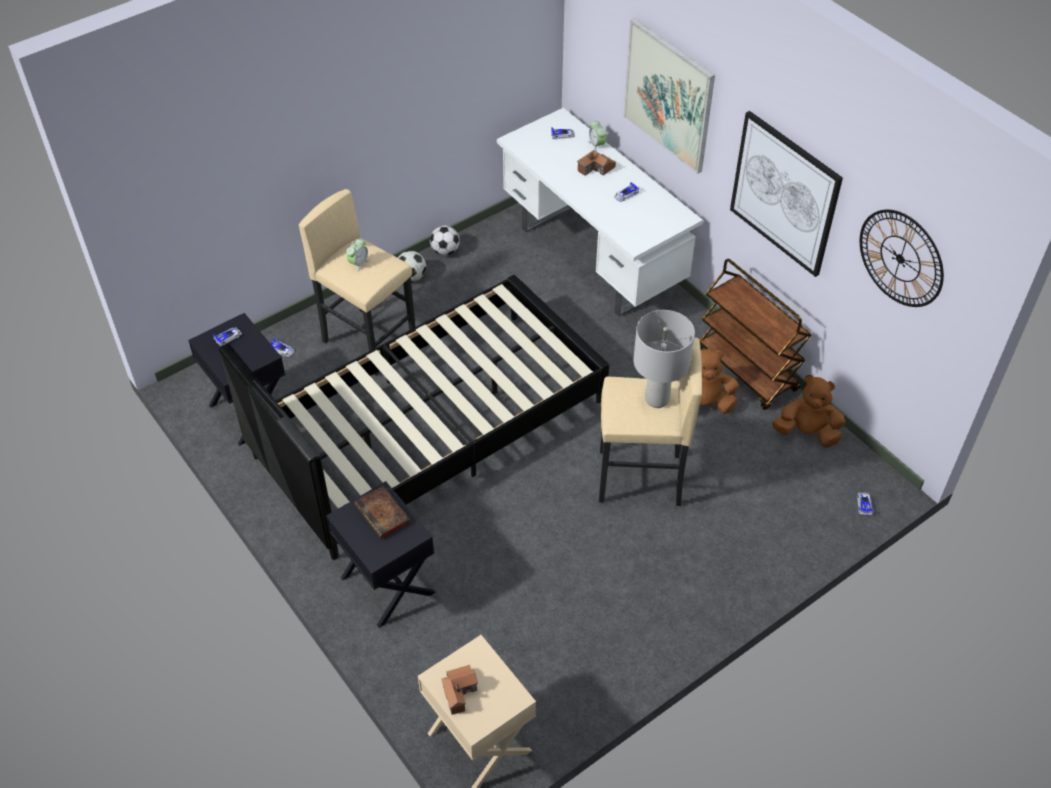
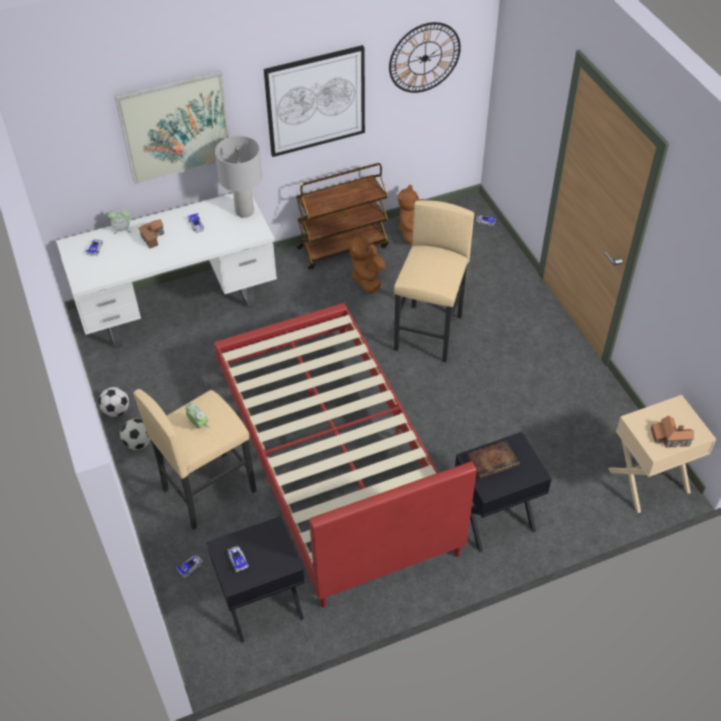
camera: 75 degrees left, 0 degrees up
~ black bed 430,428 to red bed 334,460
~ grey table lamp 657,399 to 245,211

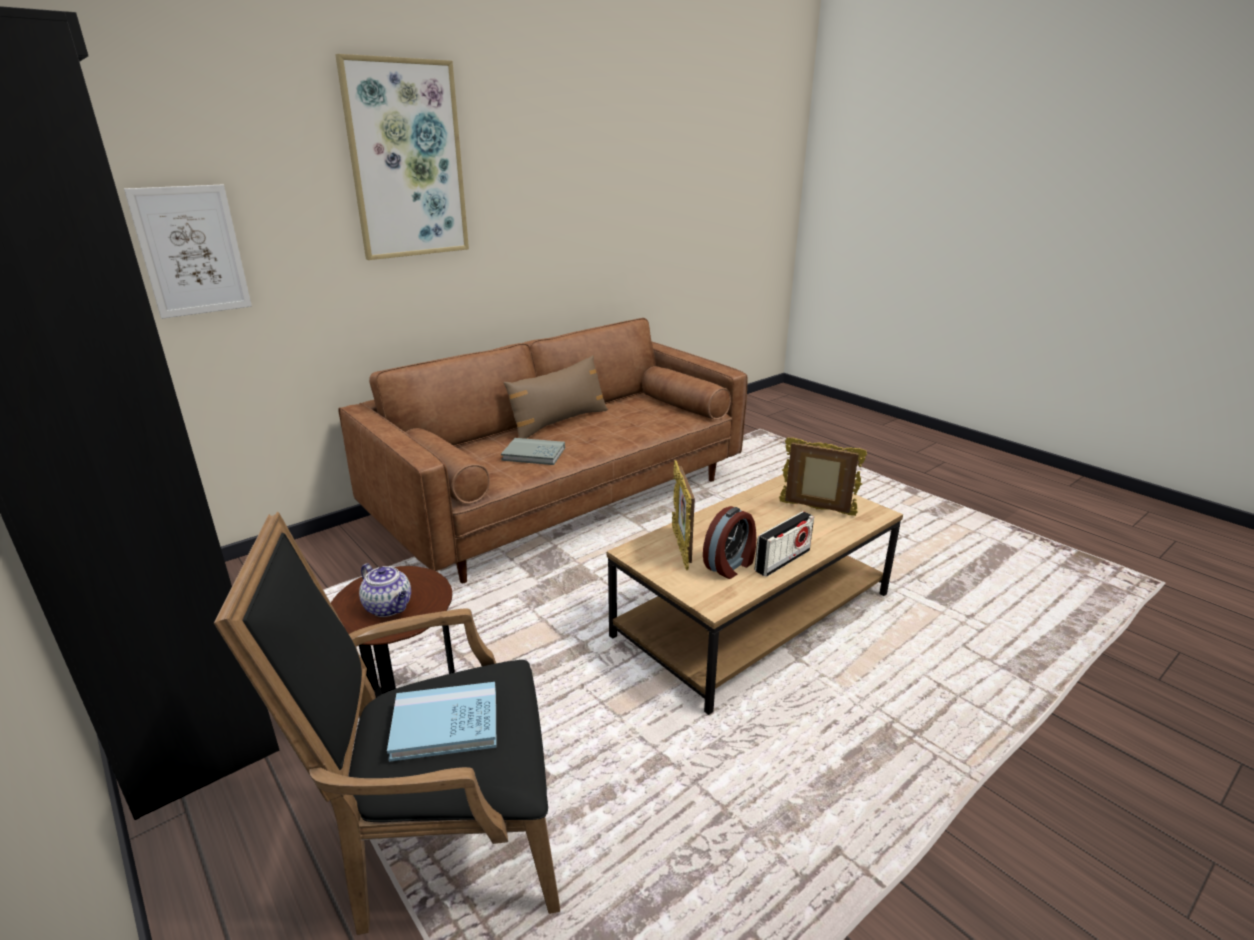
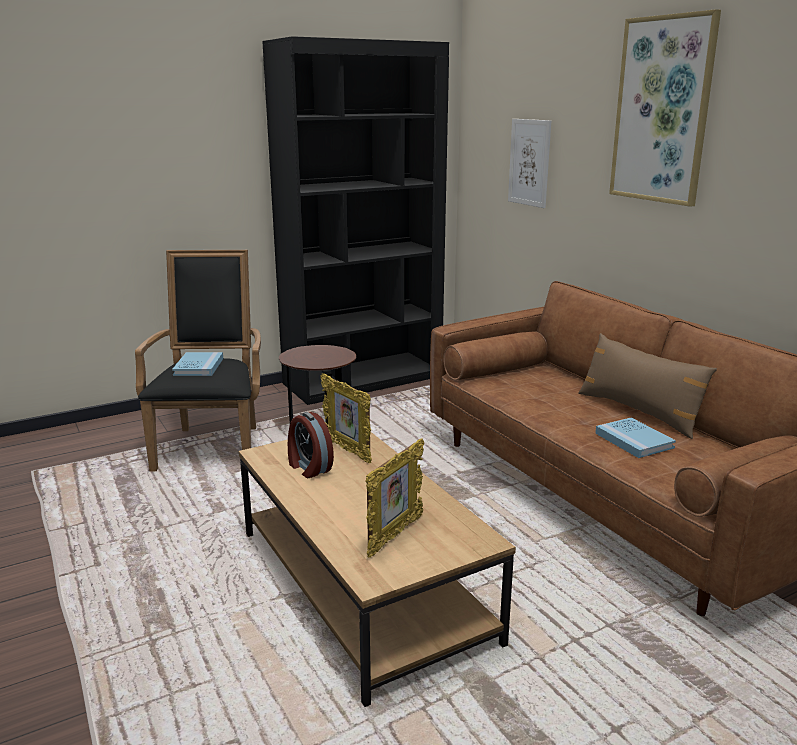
camera: 100 degrees right, 5 degrees down
~ picture frame 681,548 = 347,450 135 degrees counterclockwise
+ blue book 634,440
- teapot 389,607
- grey book 533,454
- radio 782,560

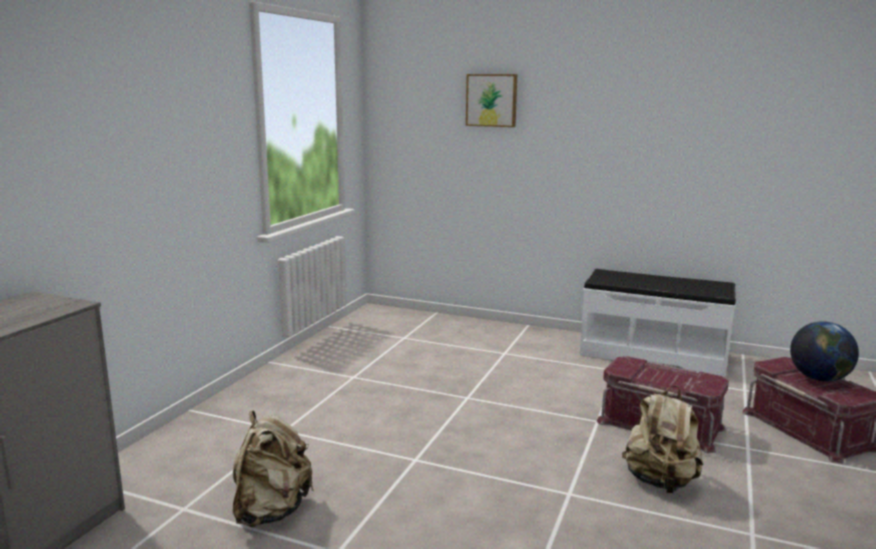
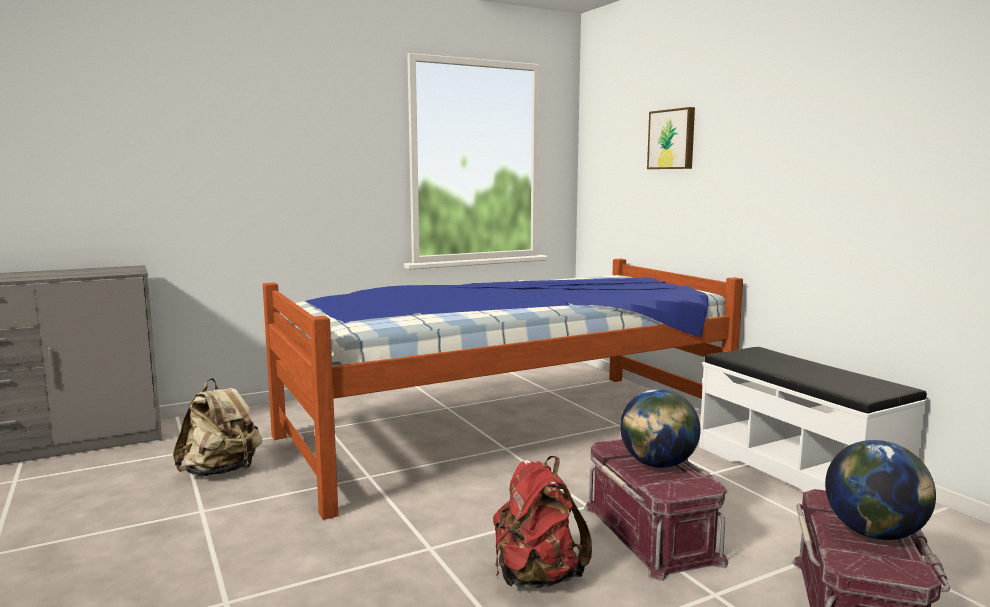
camera: 40 degrees right, 5 degrees down
+ bed 506,430
~ beige backpack 660,481 to red backpack 536,577
+ globe 658,464

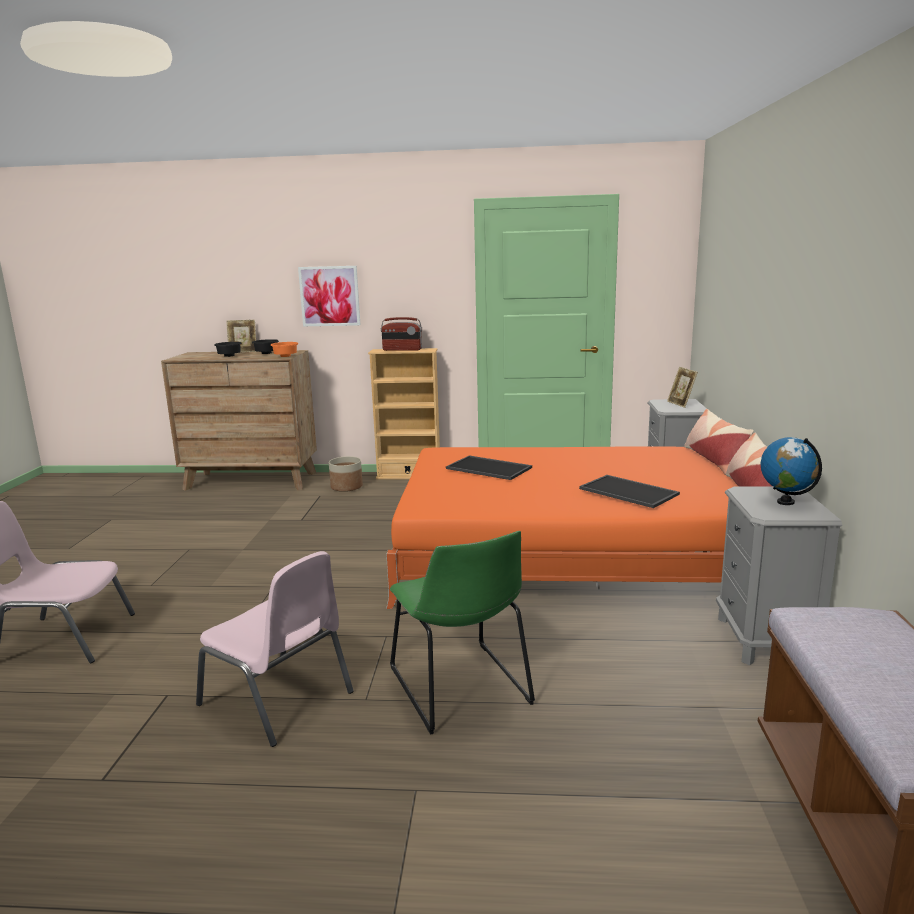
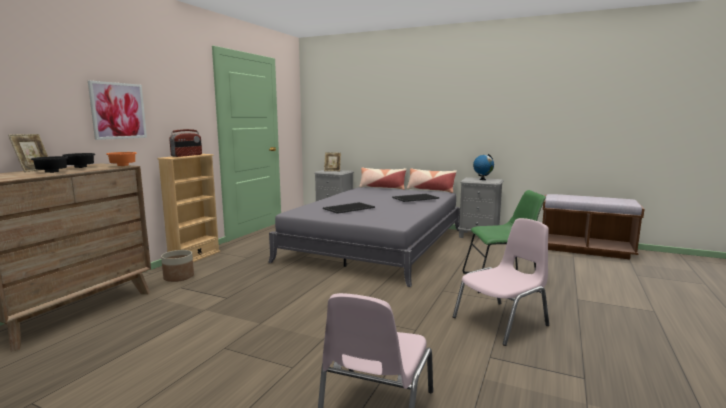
camera: 70 degrees left, 5 degrees down
~ orange bed 568,552 to grey bed 376,244

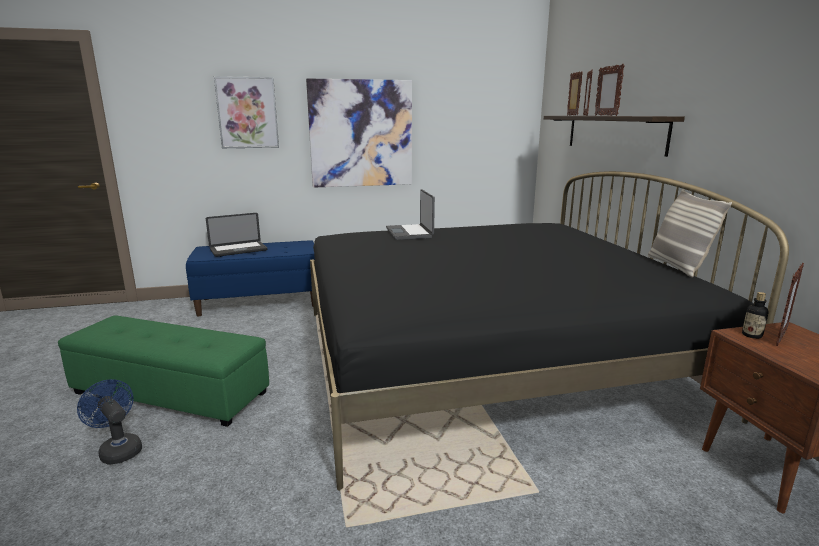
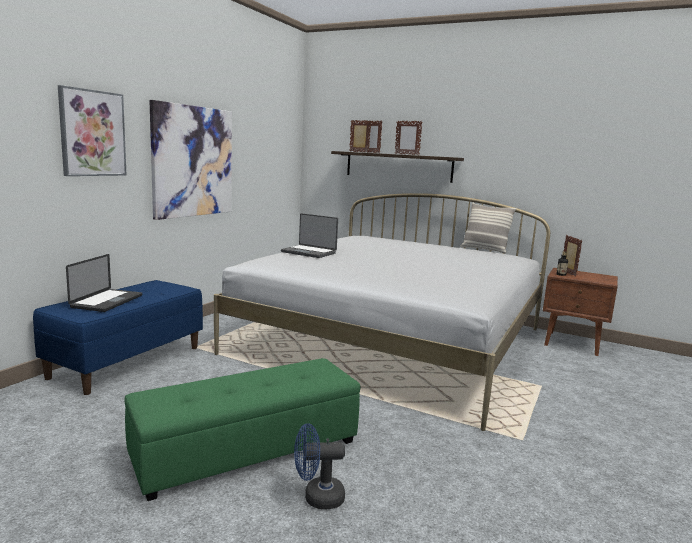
camera: 50 degrees left, 5 degrees down
~ black bed 486,357 to white bed 394,340

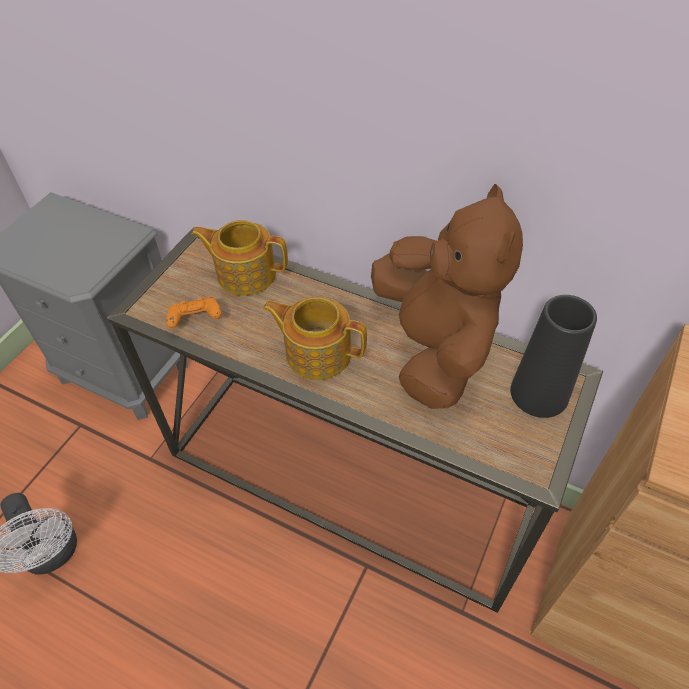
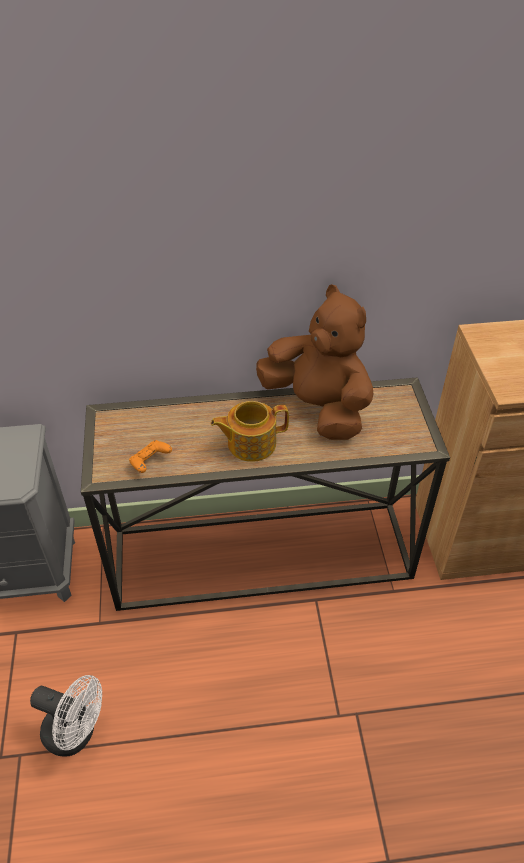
camera: 35 degrees left, 5 degrees down
- teapot 245,273
- black vase 539,393

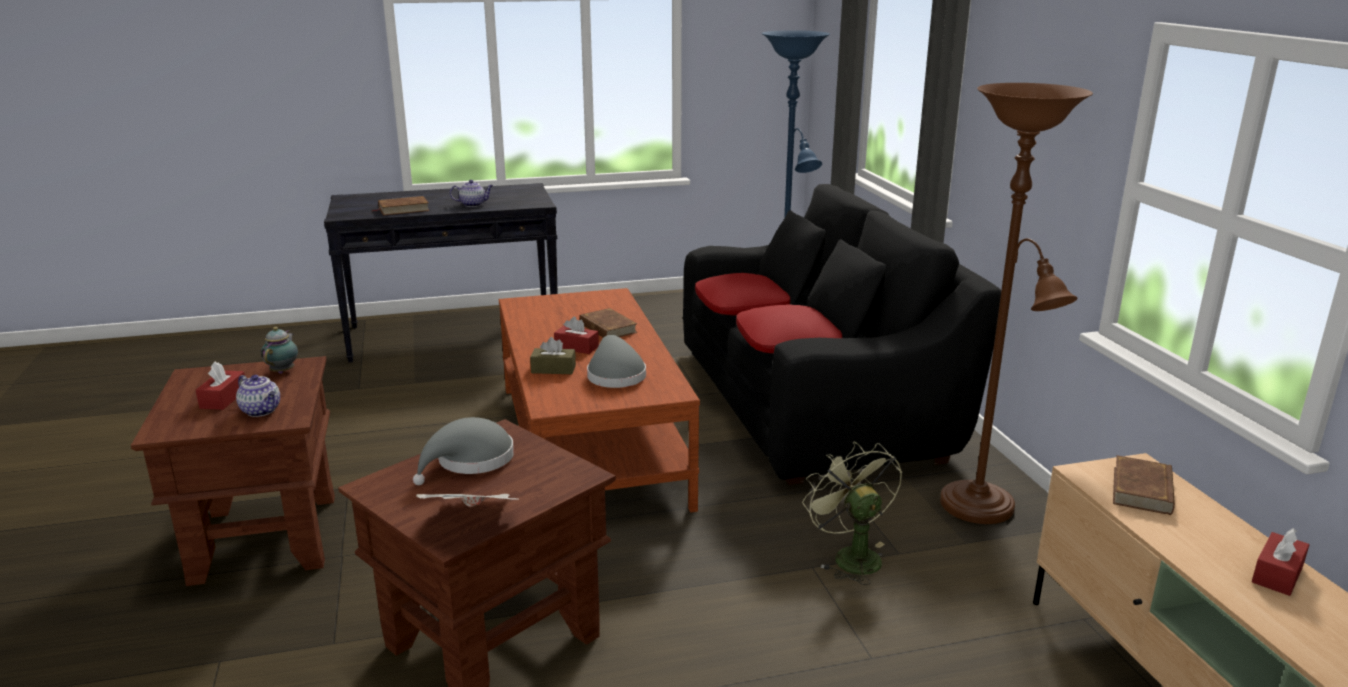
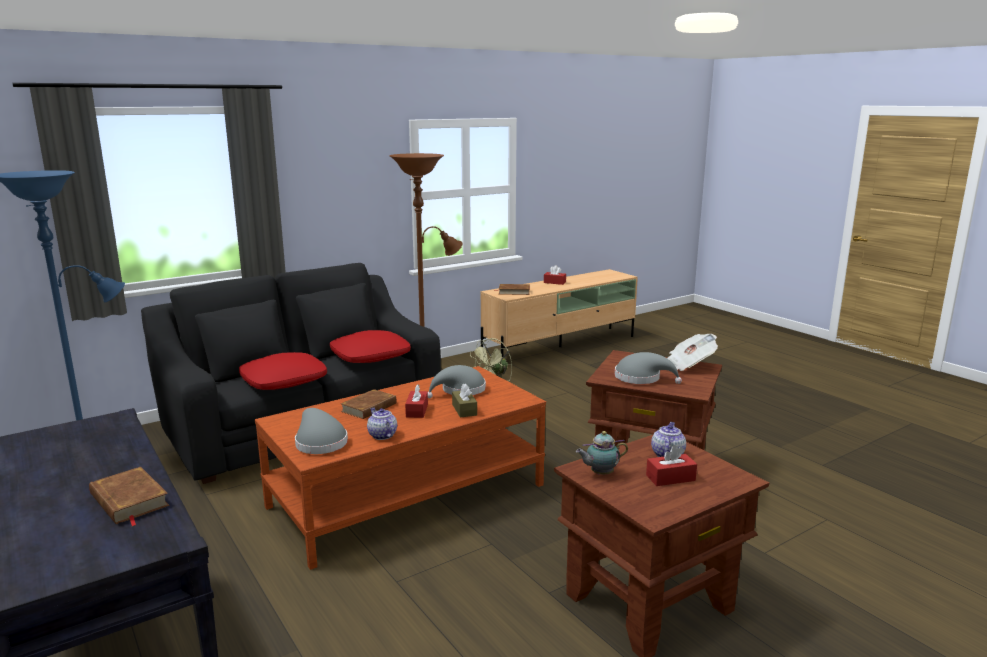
camera: 110 degrees left, 5 degrees down
+ grey hat 319,442
~ teapot 473,204 to 382,435

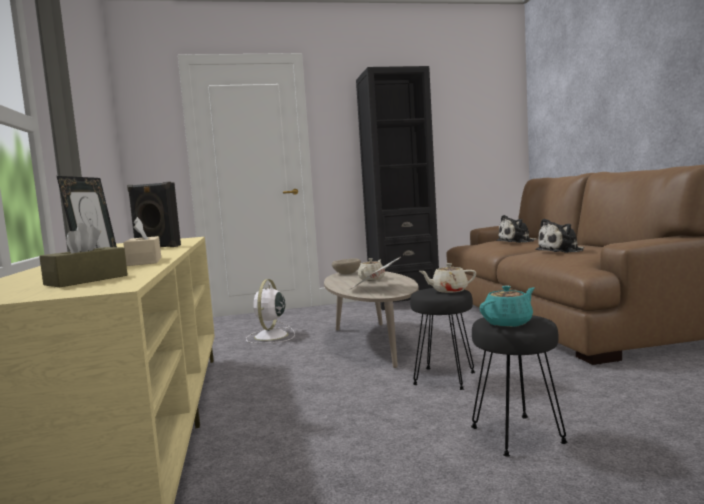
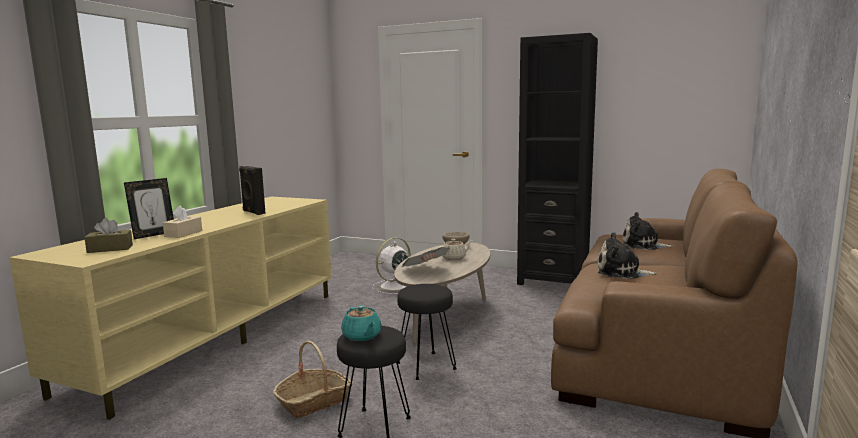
camera: 35 degrees right, 5 degrees up
+ basket 314,401
~ turquoise teapot 508,323 = 362,336 60 degrees clockwise
- beige teapot 449,290

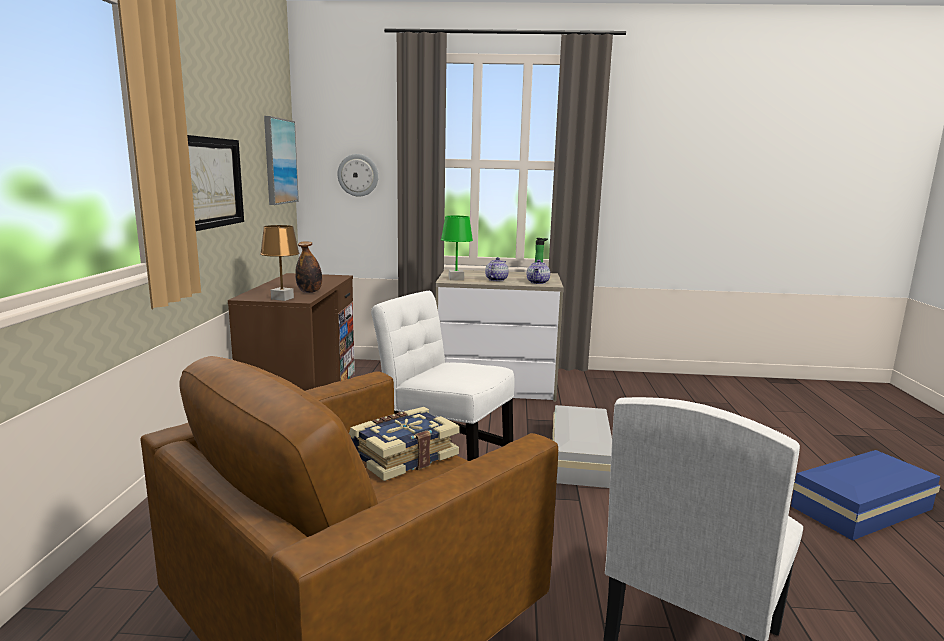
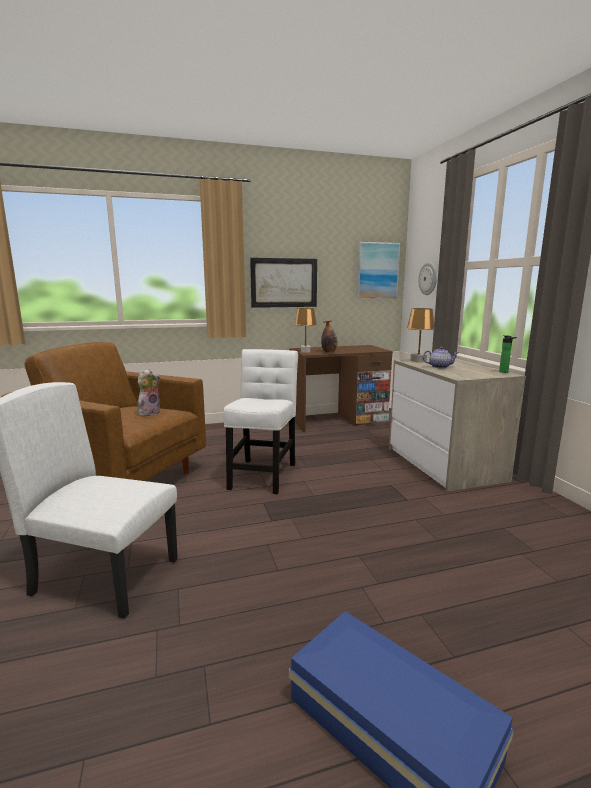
camera: 70 degrees right, 0 degrees up
~ book 403,456 to plush toy 149,413
~ green table lamp 456,279 to brown table lamp 418,361
- teapot 538,282
- white storage box 581,456

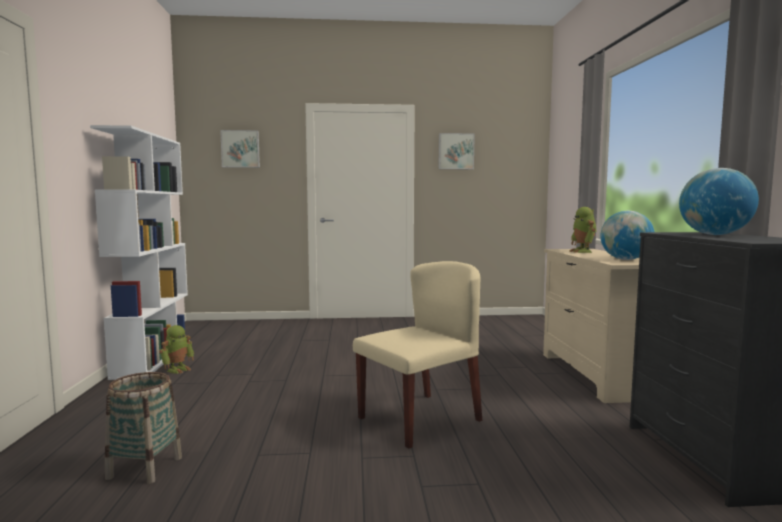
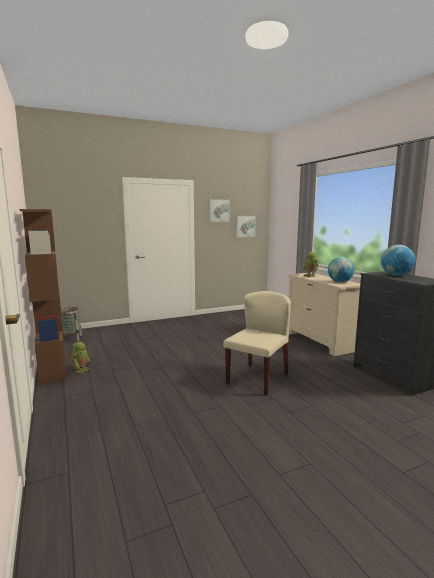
camera: 20 degrees left, 5 degrees up
~ white bookcase 153,358 to brown bookcase 52,365
~ basket 145,467 to 71,338
~ picture 240,149 to 245,226

